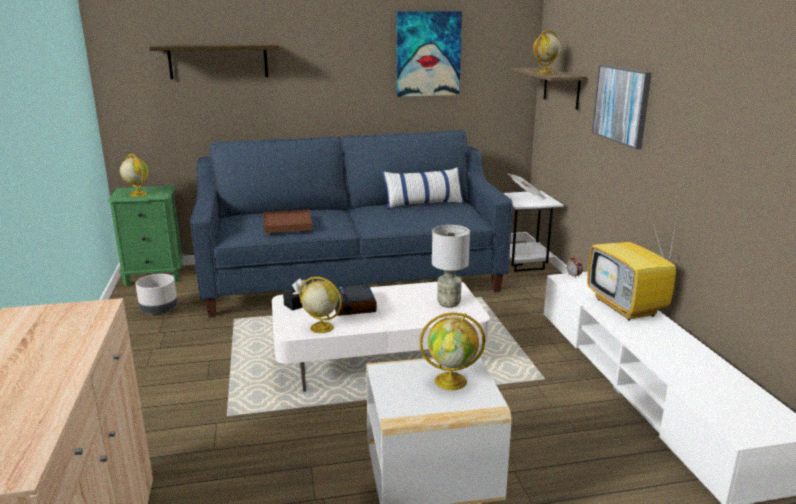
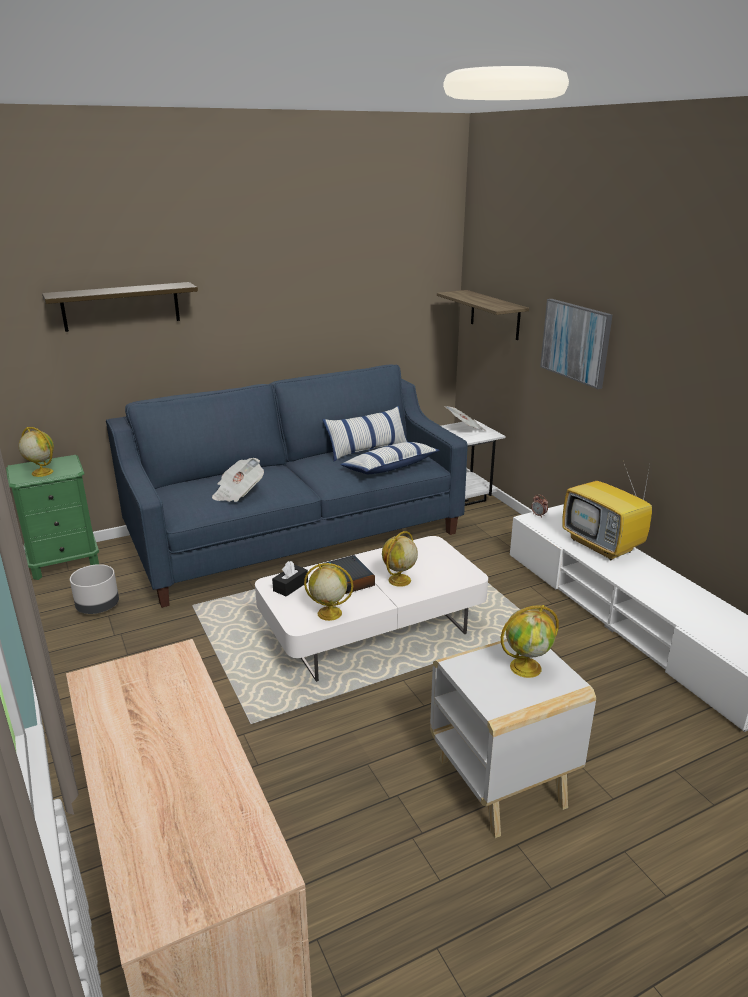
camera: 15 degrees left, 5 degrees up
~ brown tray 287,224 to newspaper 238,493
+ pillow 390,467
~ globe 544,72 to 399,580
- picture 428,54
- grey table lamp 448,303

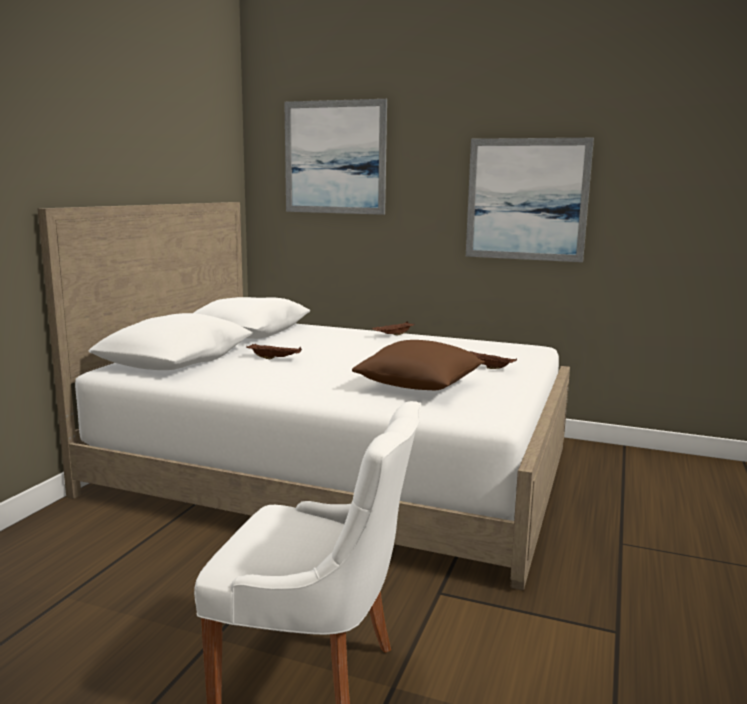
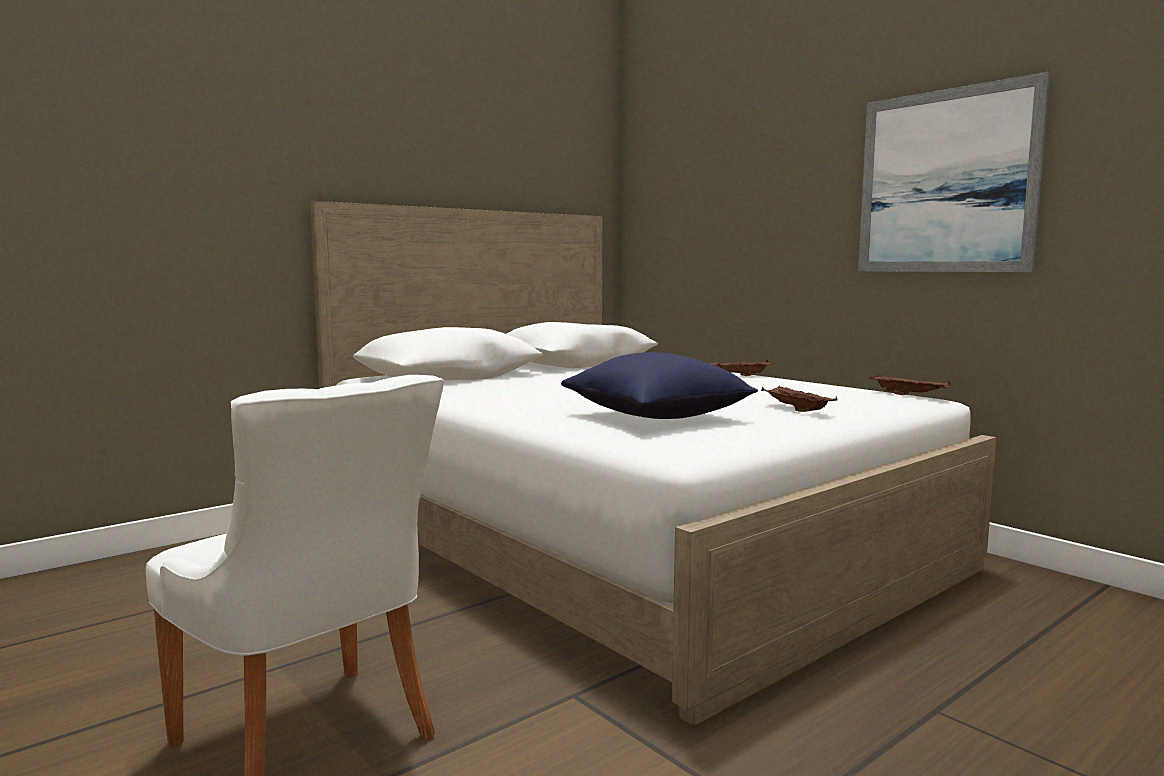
camera: 30 degrees right, 5 degrees down
~ brown pillow 420,387 to blue pillow 657,417
~ brown tray 275,358 to 910,395
- picture 335,157

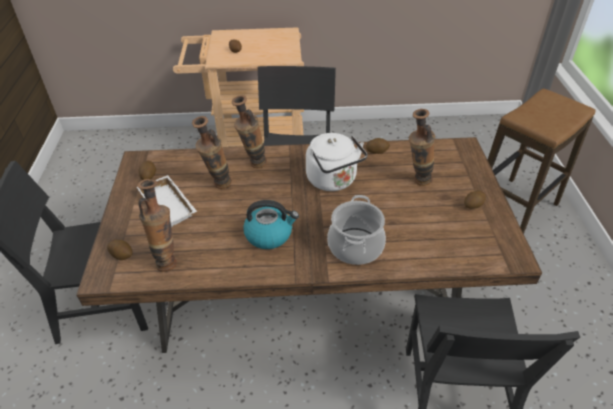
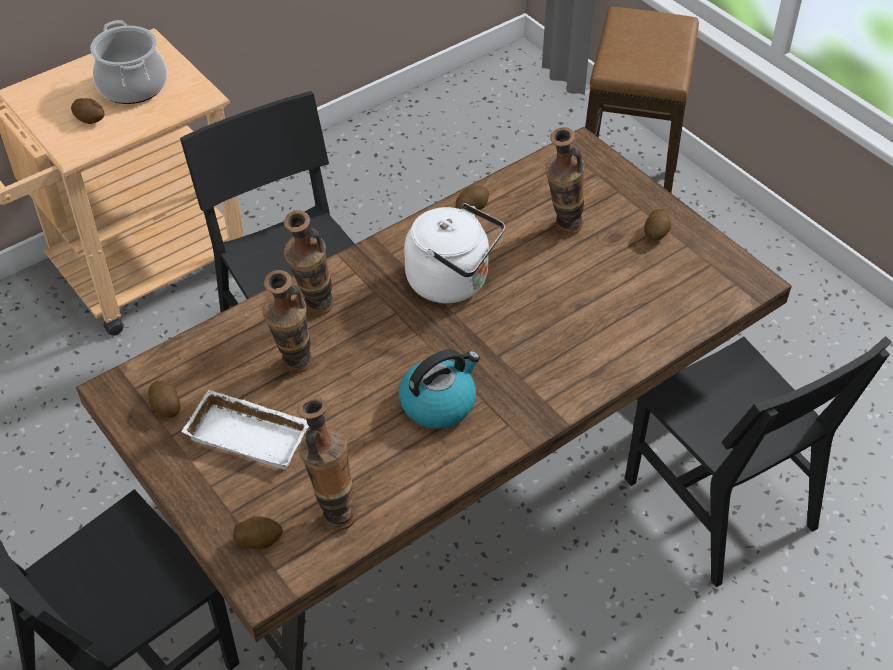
camera: 35 degrees left, 5 degrees up
~ cooking pot 356,246 to 133,86

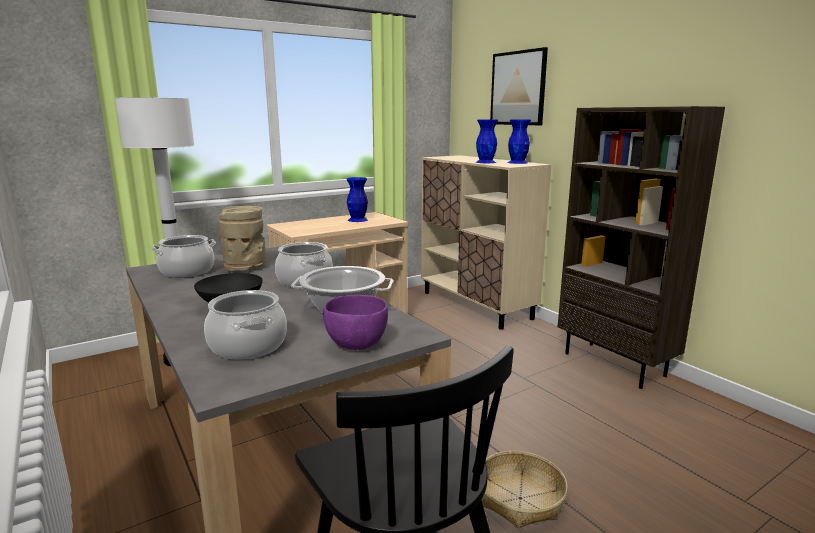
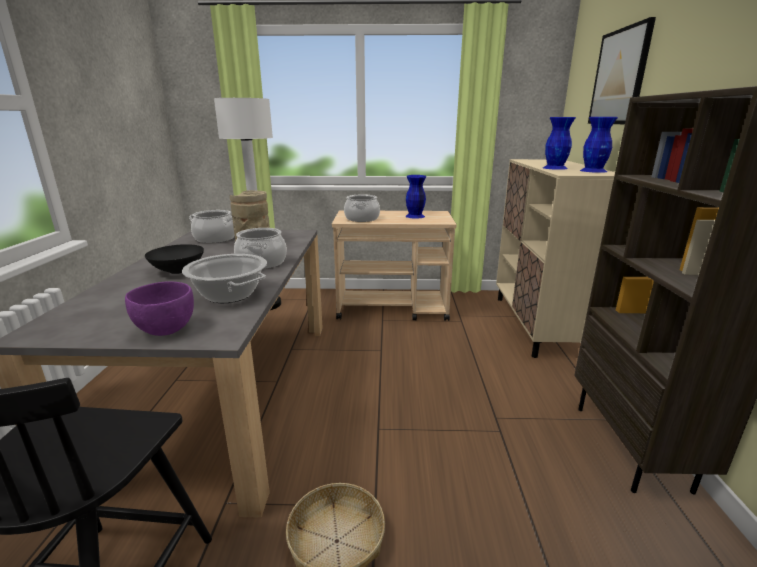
camera: 35 degrees right, 5 degrees up
~ cooking pot 247,346 to 361,219

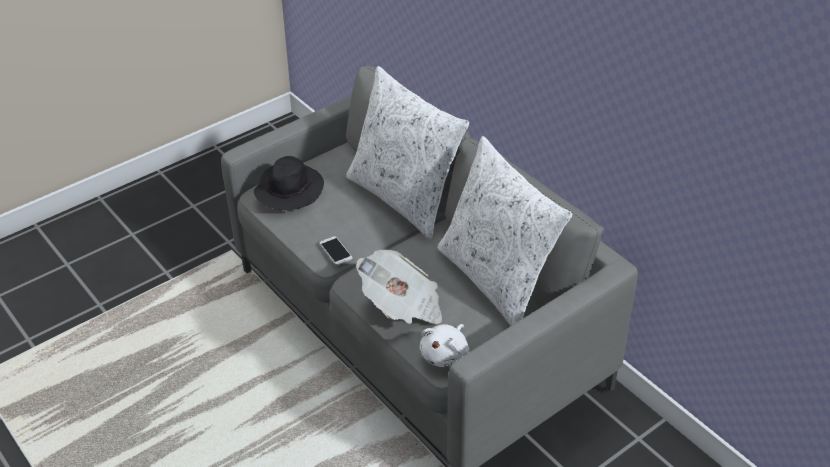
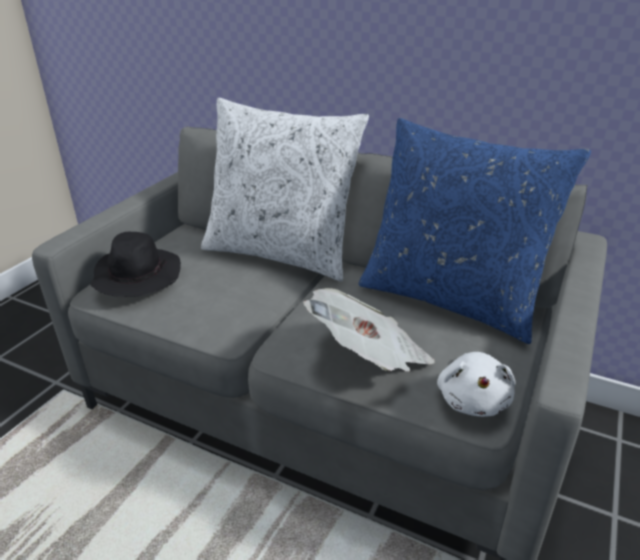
camera: 25 degrees left, 10 degrees down
~ white pillow 496,280 to blue pillow 450,298
- phone 335,251

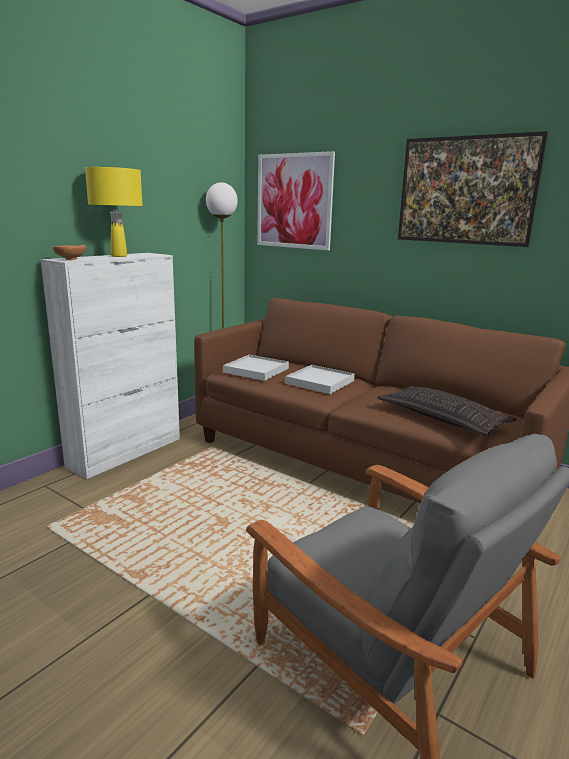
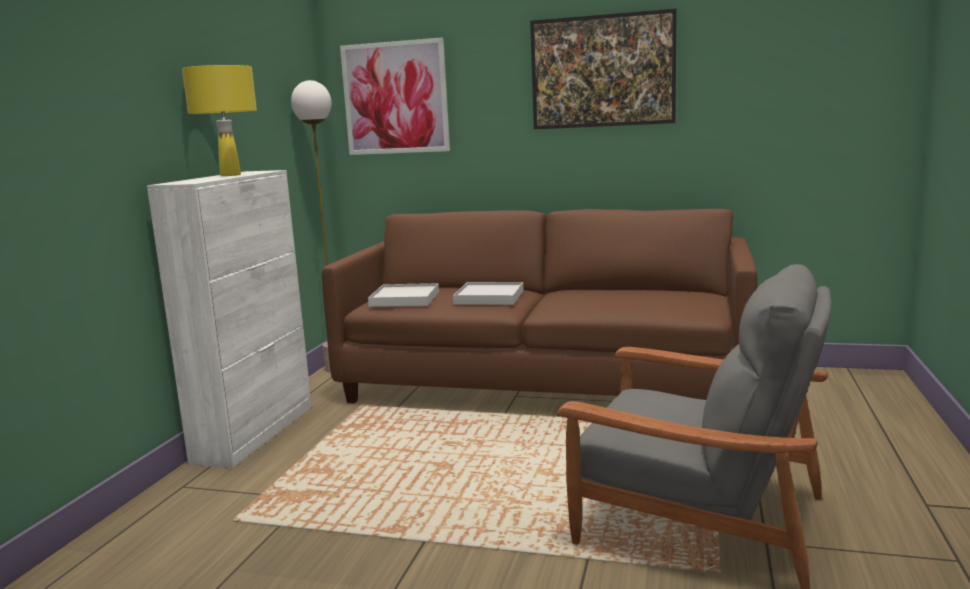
camera: 20 degrees left, 5 degrees down
- brown bowl 70,259
- pillow 442,418

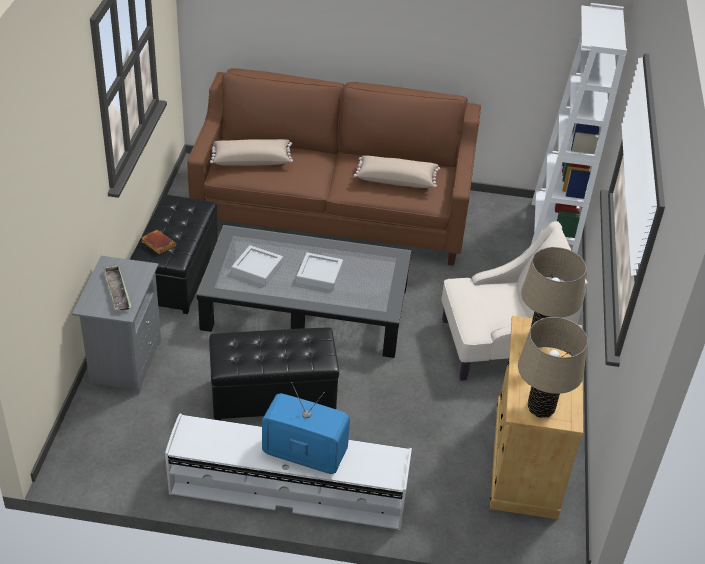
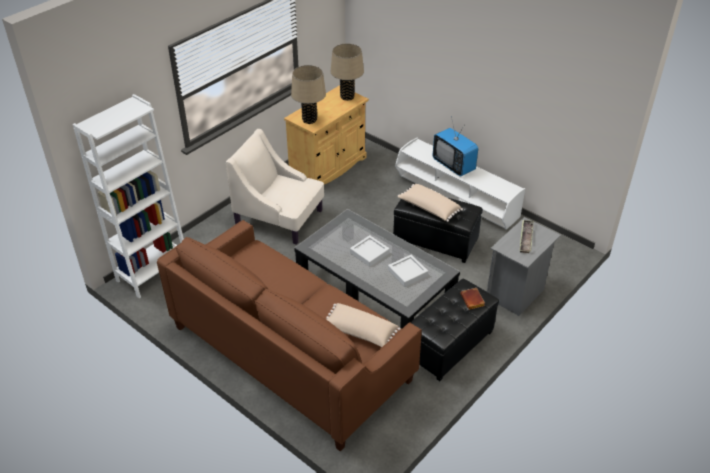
camera: 145 degrees left, 0 degrees up
~ beige pillow 396,179 to 429,208

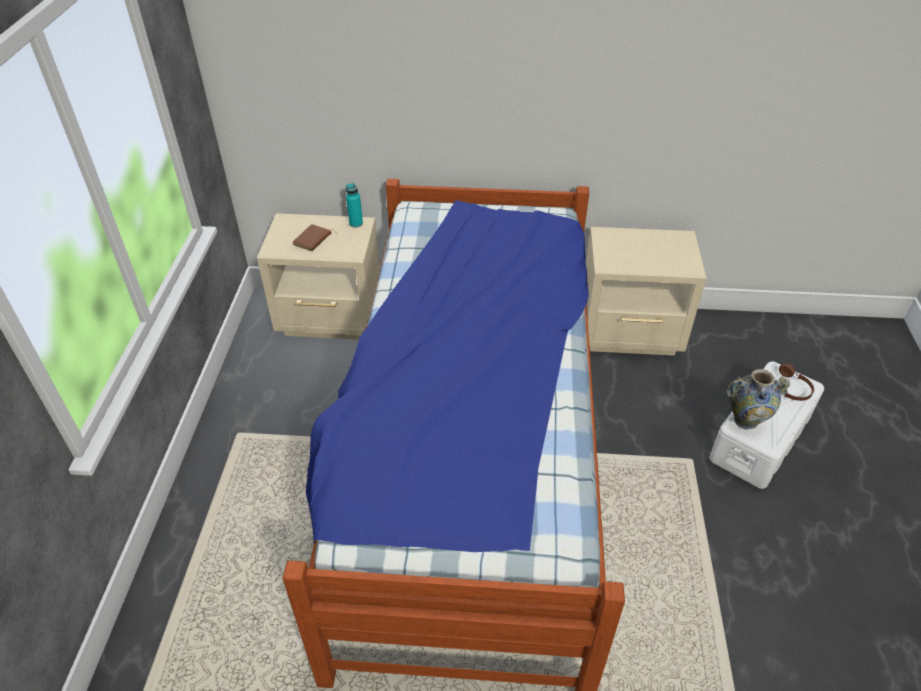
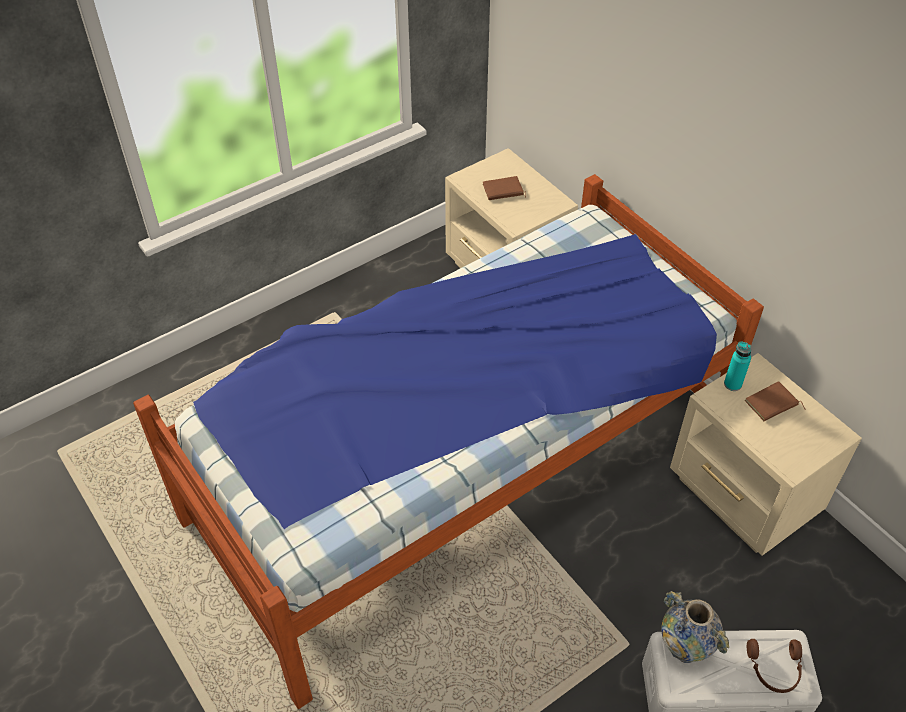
camera: 50 degrees right, 5 degrees up
~ turquoise bottle 356,223 to 732,384
+ brown book 772,404

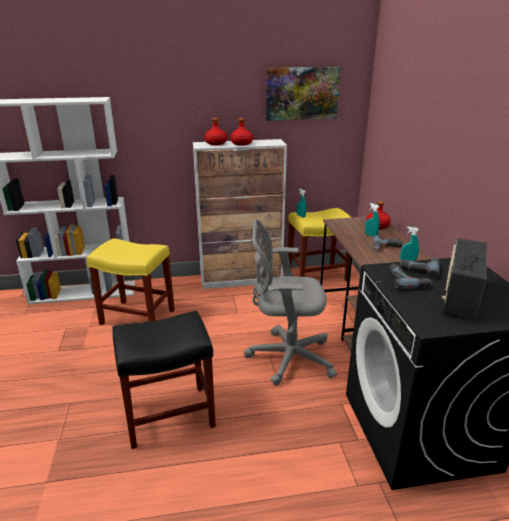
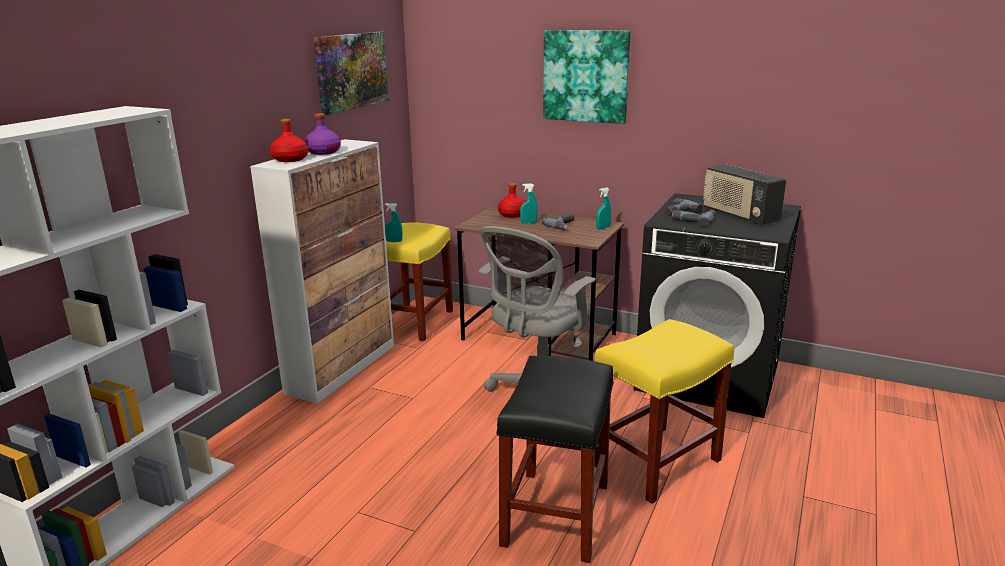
camera: 55 degrees left, 5 degrees down
~ red bottle 241,143 to purple bottle 323,152
+ picture 586,76
~ yellow stool 136,317 to 655,463

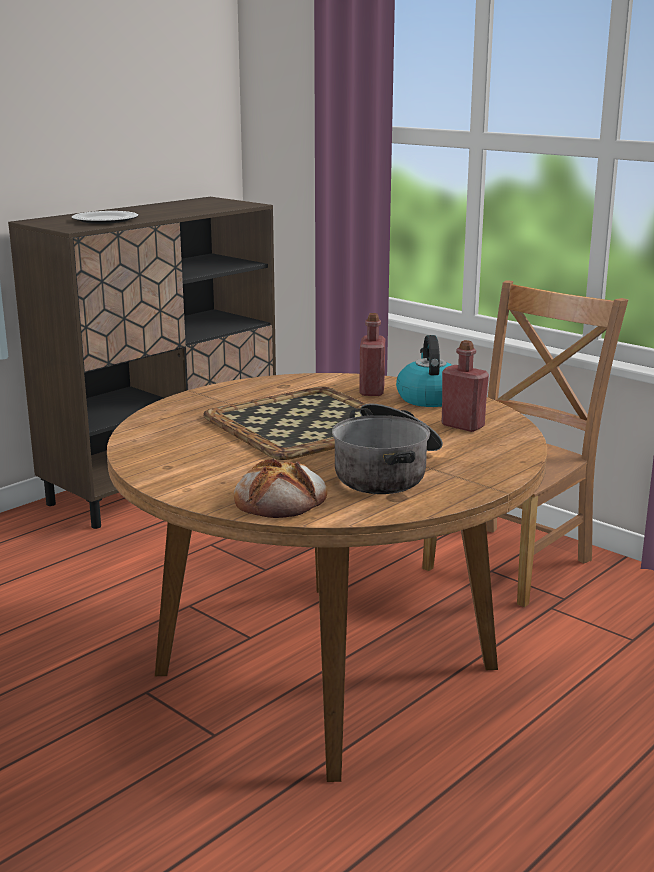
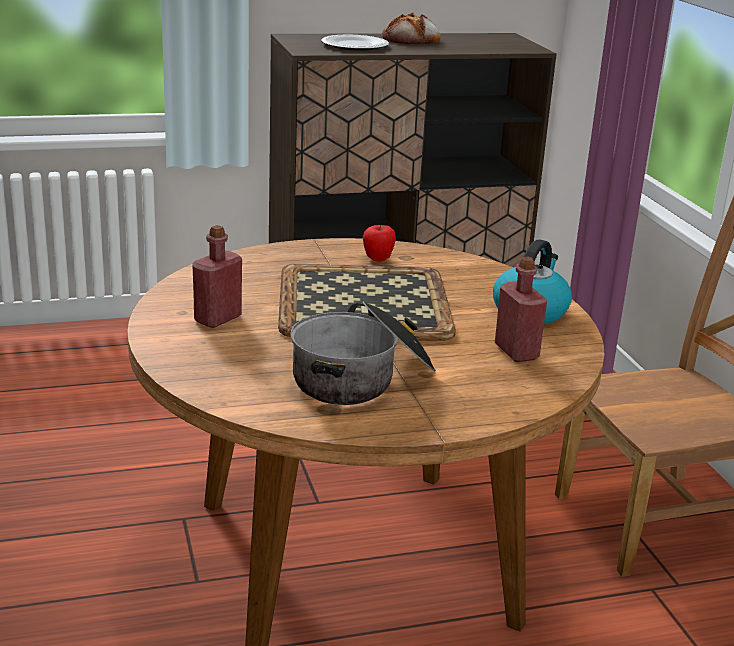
camera: 30 degrees right, 5 degrees up
~ red bottle 372,391 to 218,319
+ apple 378,259
~ bread 281,499 to 411,39

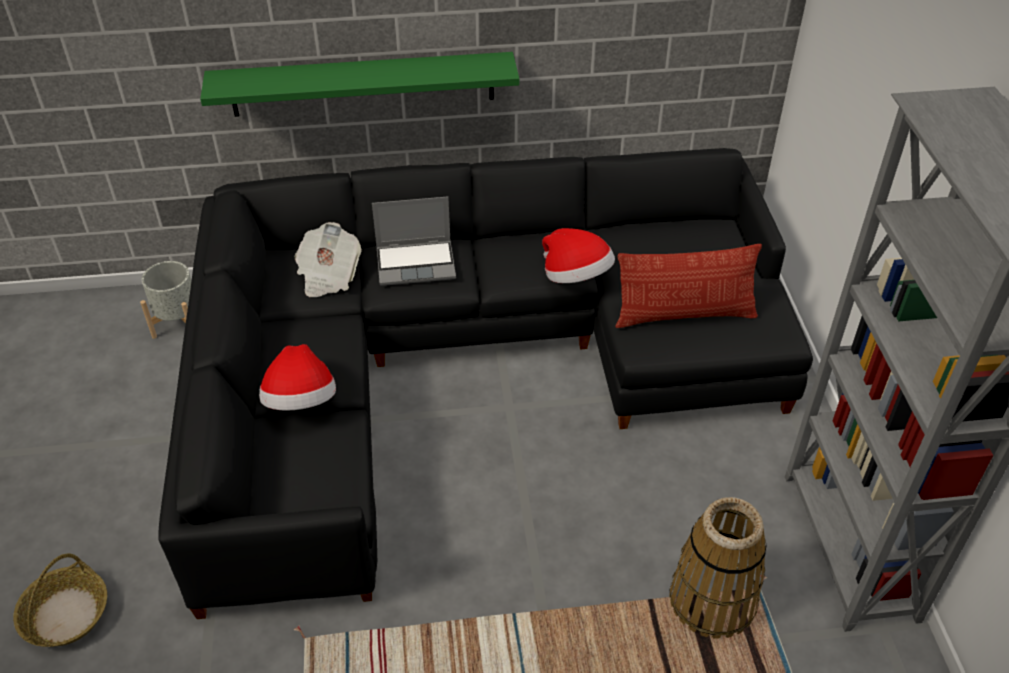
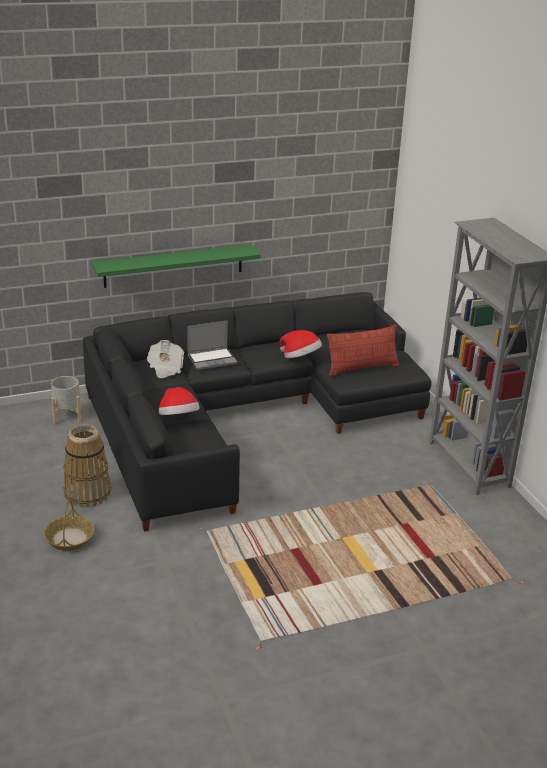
camera: 15 degrees left, 15 degrees down
~ basket 712,600 to 87,493

